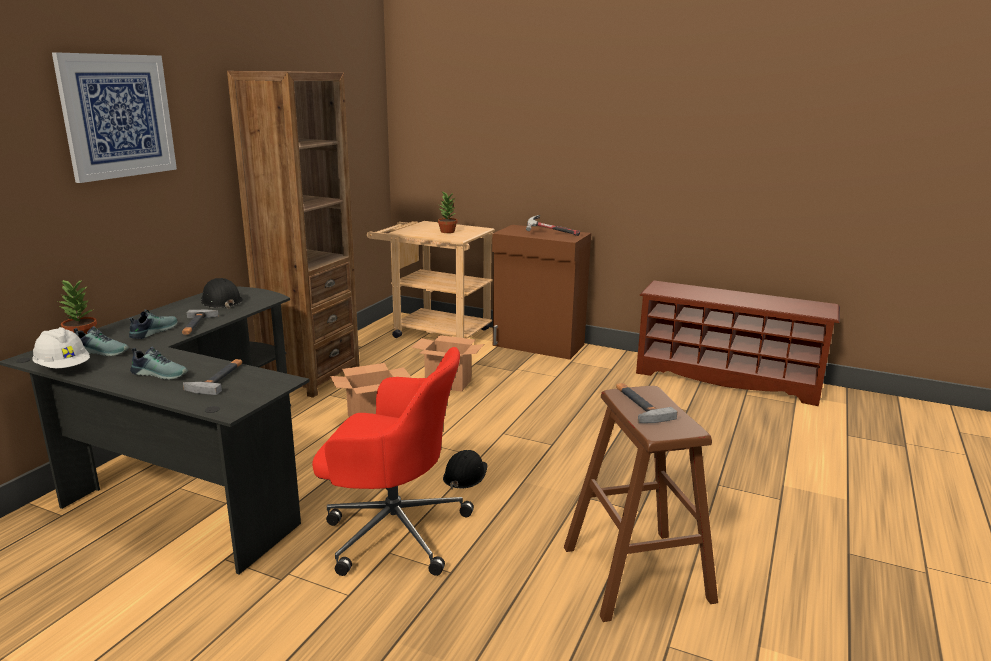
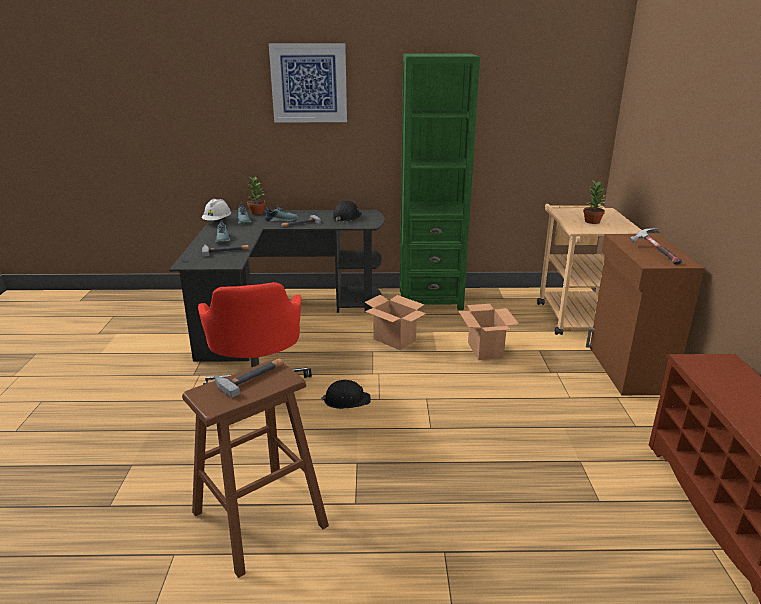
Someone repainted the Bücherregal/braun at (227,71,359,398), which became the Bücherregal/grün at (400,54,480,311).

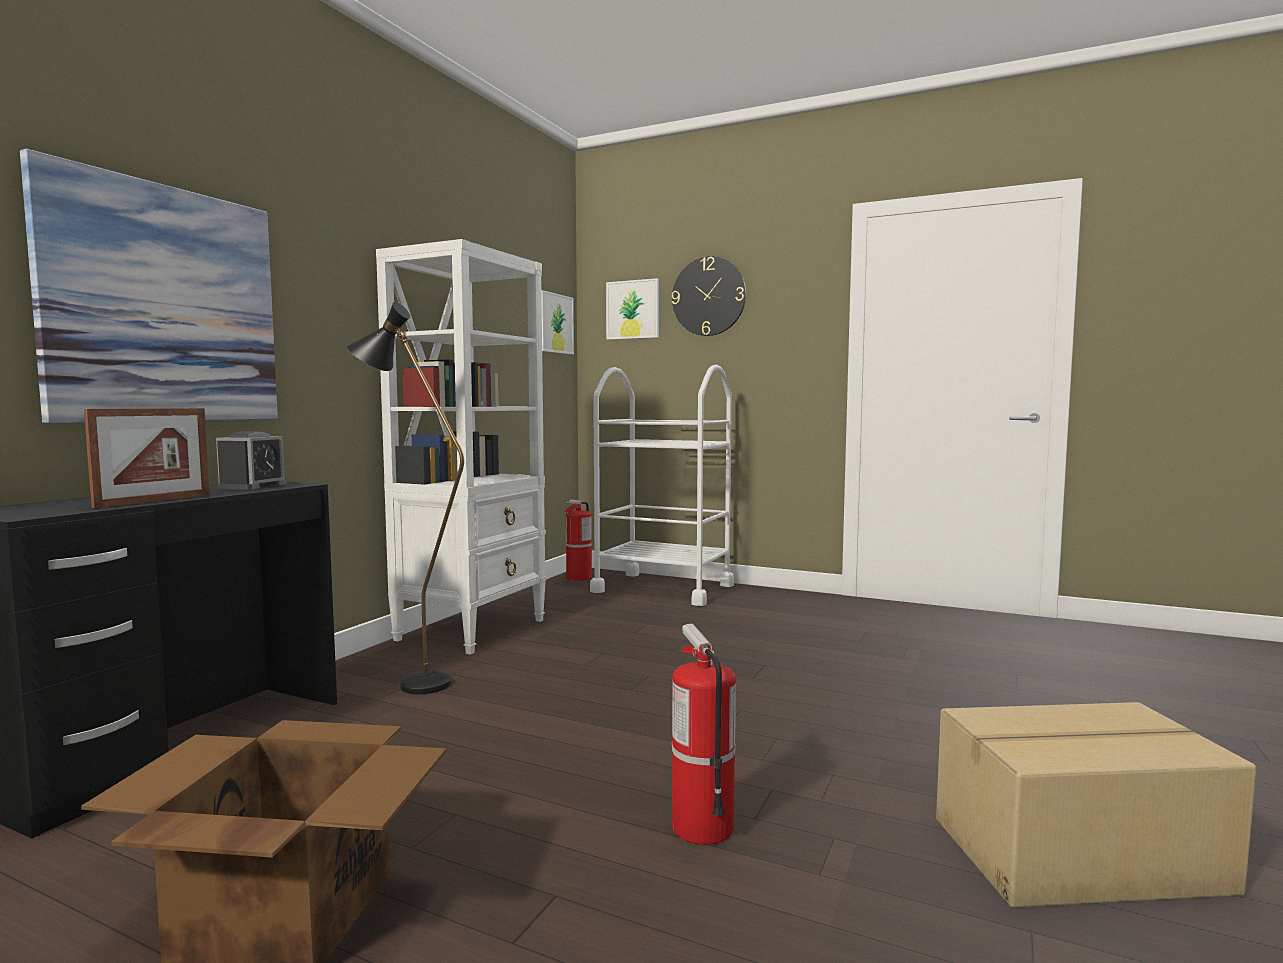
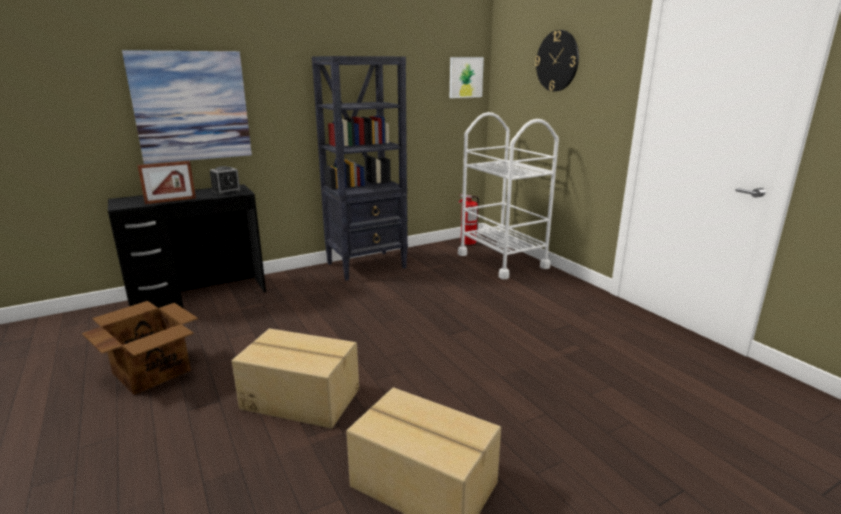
Someone took away the Stehlampe/schwarz at (347,302,464,694).
Someone repainted the Bücherregal/weiß at (376,239,546,655), which became the Bücherregal/schwarz at (312,56,408,281).
Someone took away the Bild at (606,278,659,340).
Someone swapped the Feuerlöscher at (672,624,736,845) for the Karton at (232,328,359,429).

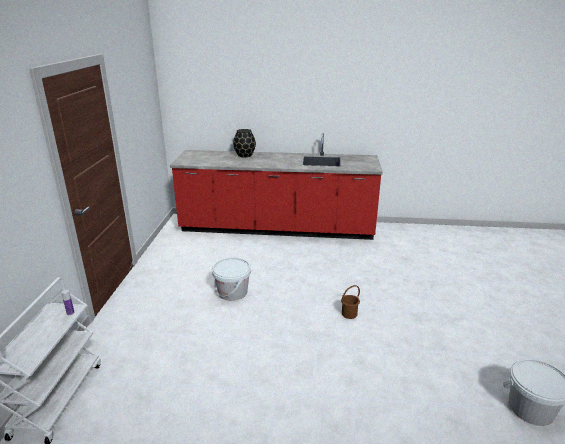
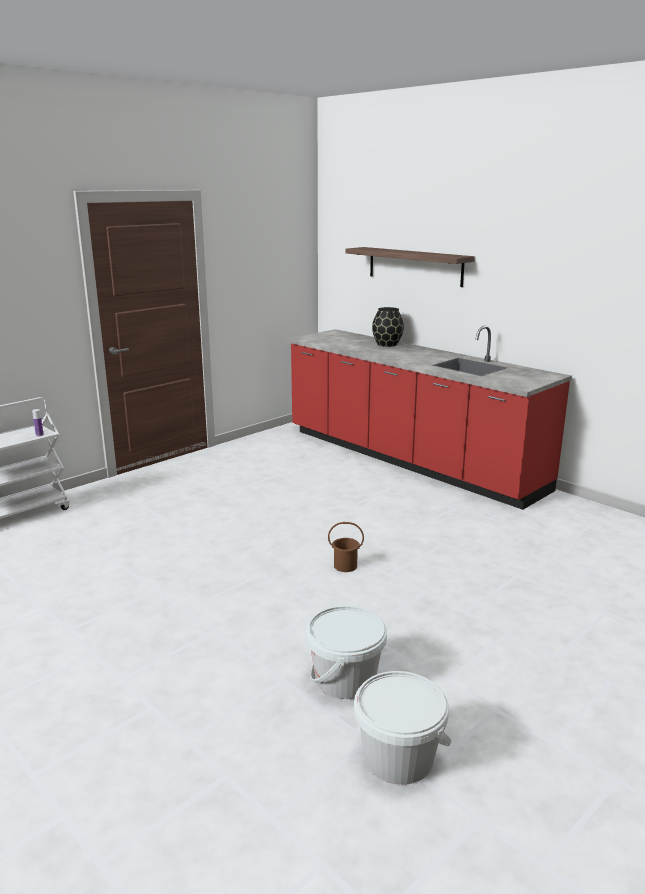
Someone carried the Eimer/weiß from (212,258,251,301) to (306,606,387,699).
Someone put up the Wandregal at (345,247,475,287).

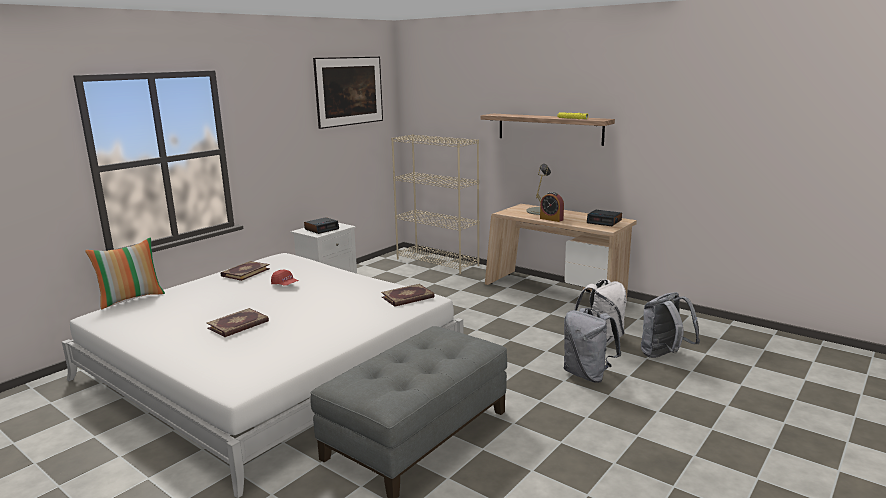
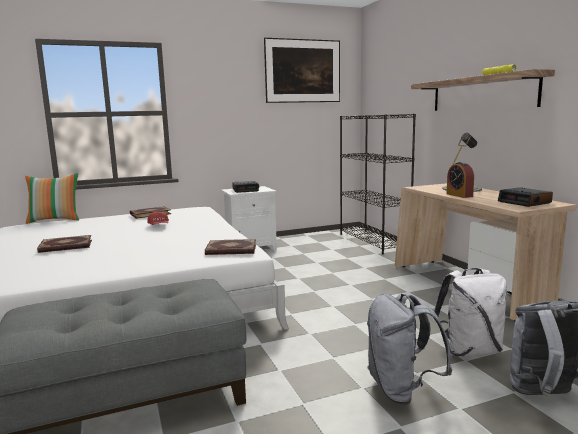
Someone repainted the Bücherregal/beige at (391,134,480,274), which became the Bücherregal/schwarz at (340,114,416,254).

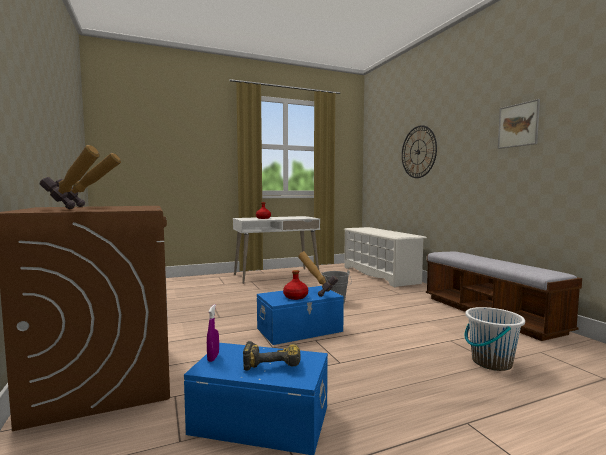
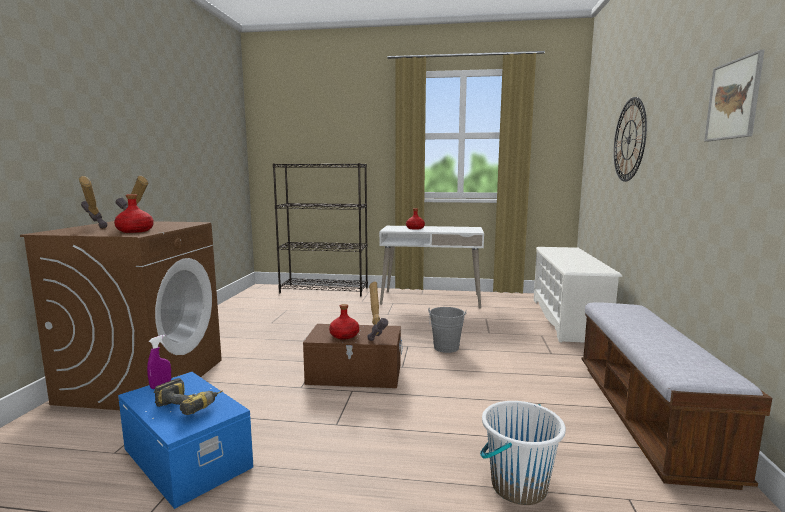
Someone repainted the Aufbewahrungsbox/blau at (257,286,344,345), which became the Aufbewahrungsbox/braun at (303,324,403,388).
Someone put down the Flasche/rot at (114,194,154,233).
Someone put down the Bücherregal/schwarz at (273,163,368,296).

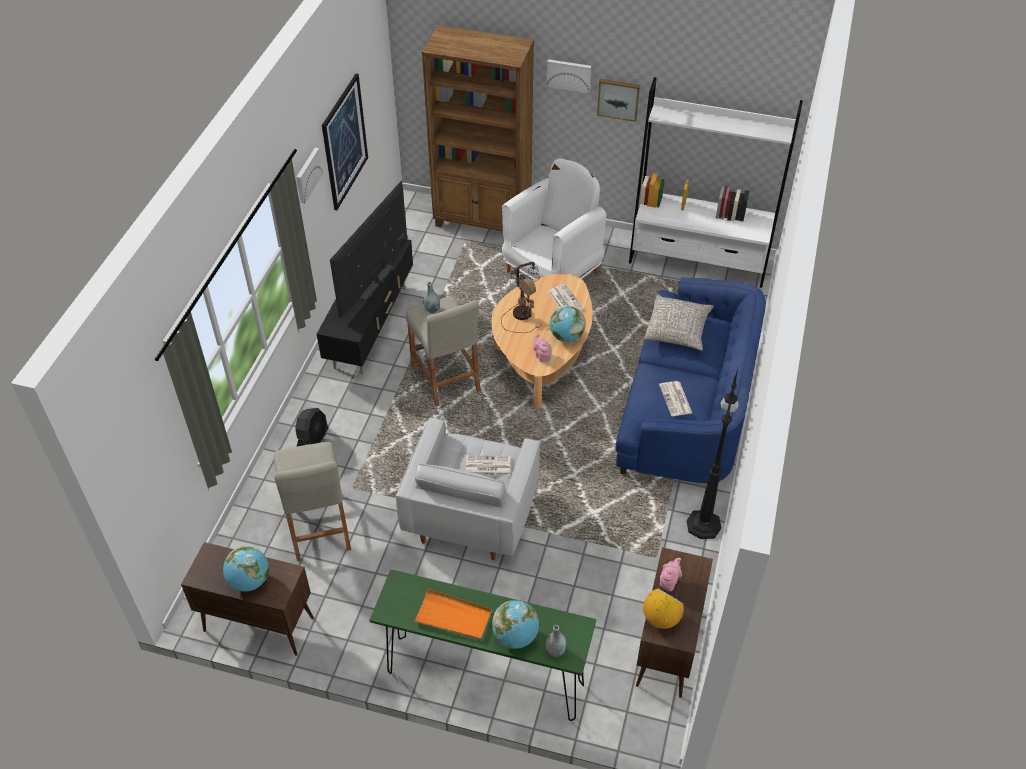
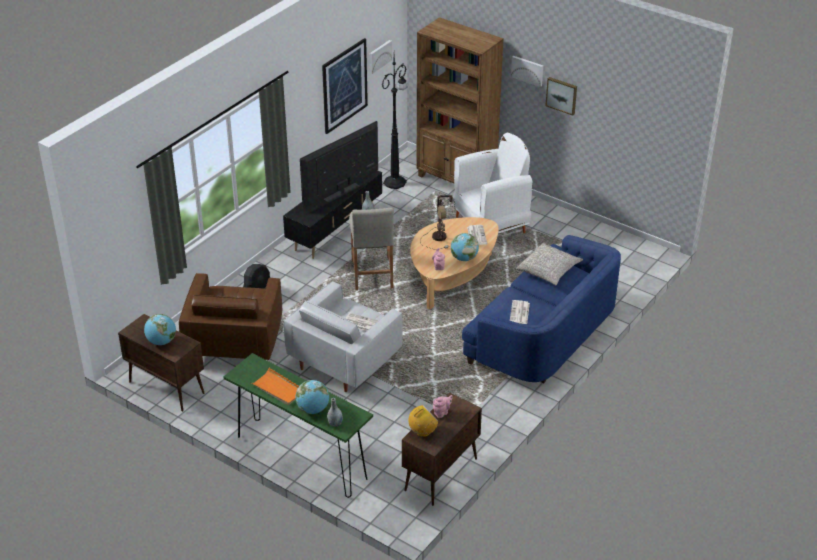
Someone swapped the Hocker/beige at (274,442,351,561) for the Sessel/braun at (179,273,282,360).
Someone carried the Bild from (296,148,323,204) to (370,40,392,74).
Someone took away the Bücherregal/weiß at (629,77,803,288).
Someone carried the Stehlampe/schwarz from (687,369,739,539) to (382,56,408,189).

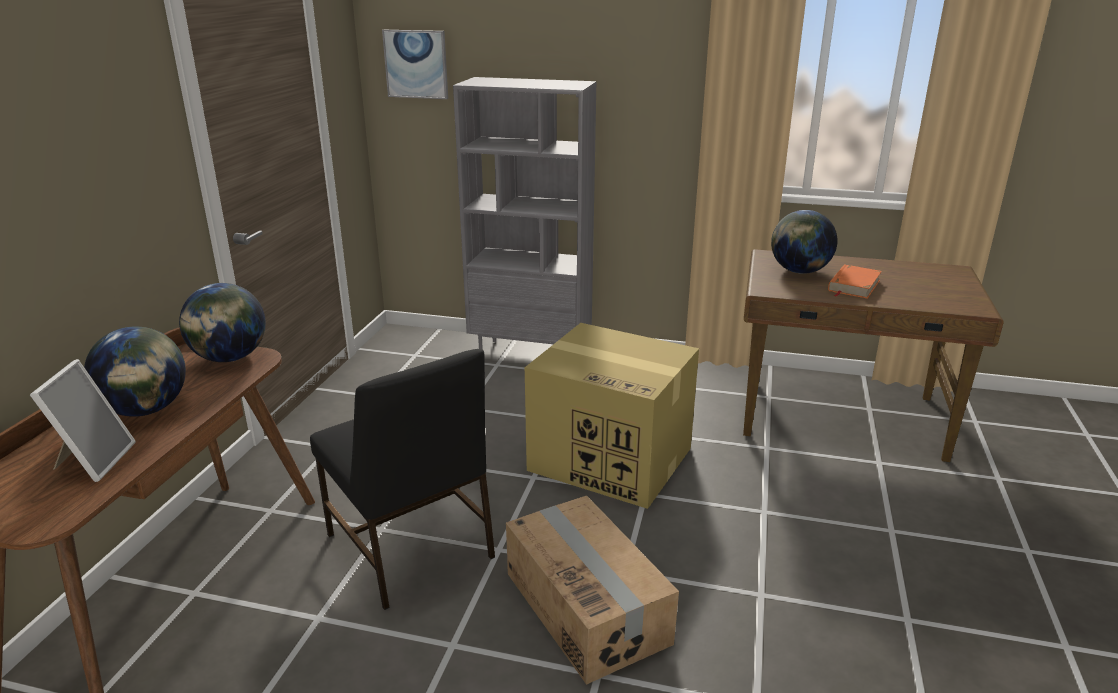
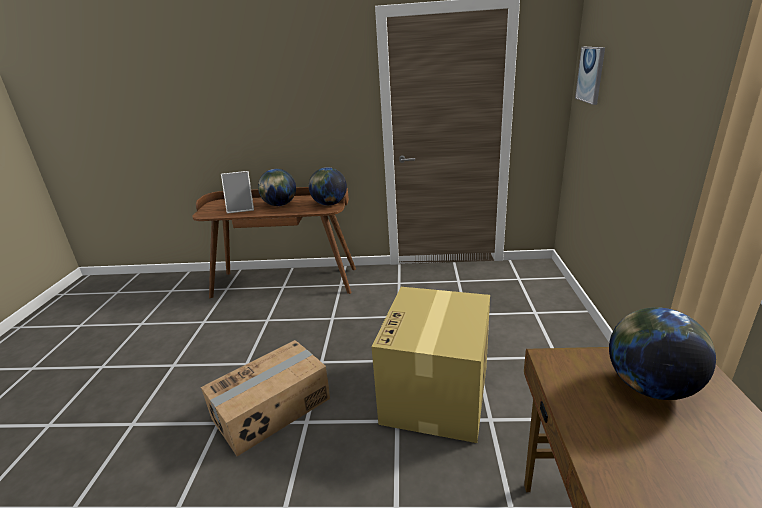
Someone took away the Stuhl/schwarz at (310,349,495,610).
Someone took away the Bücherregal/grau at (453,77,596,350).
Someone took away the Buch/orange at (828,264,882,299).

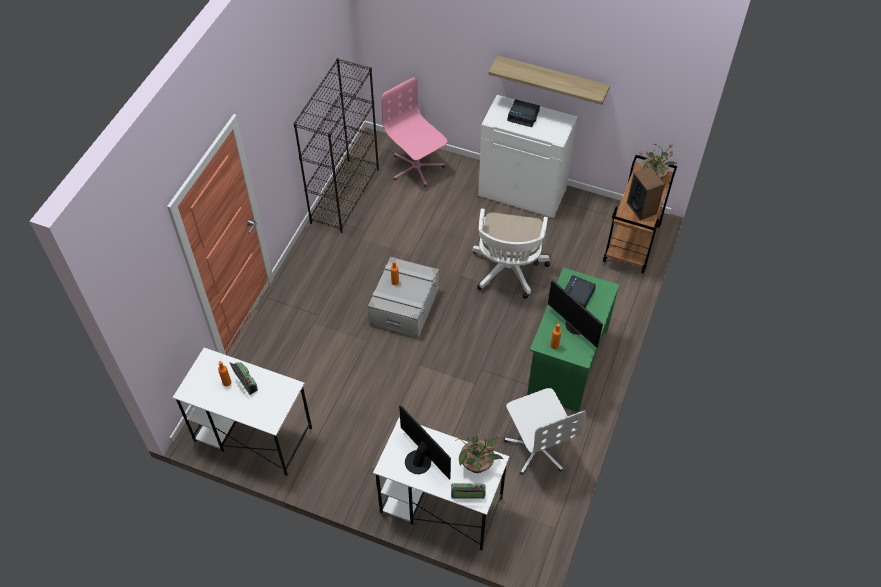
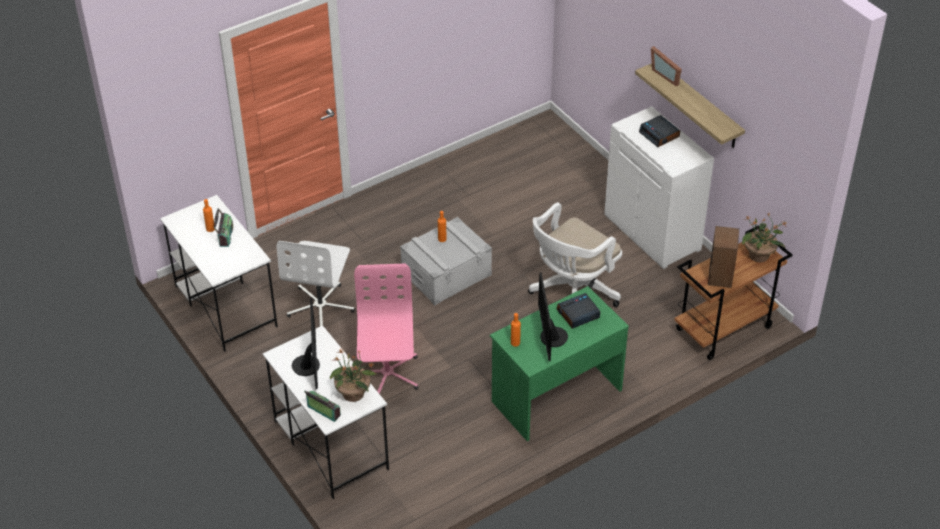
Someone took away the Bücherregal/schwarz at (293,58,379,233).
Someone carried the Bürostuhl/rosa from (382,77,448,187) to (354,264,418,394).
Someone carried the Bürostuhl/weiß from (504,388,586,474) to (277,241,355,326).
Someone put down the Bilderrahmen at (651,46,682,86).

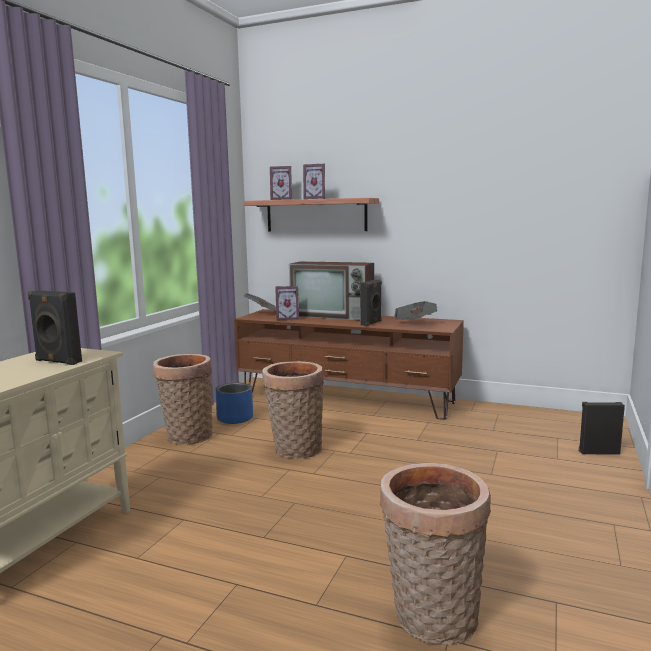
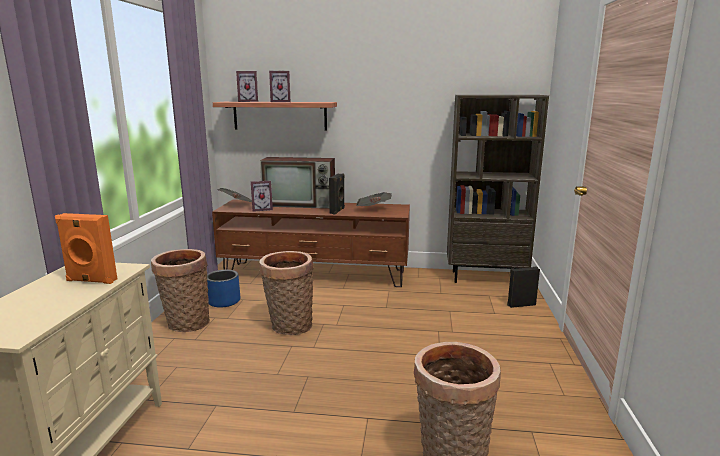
Someone repainted the Lautsprecher/schwarz at (28,290,82,365), which became the Lautsprecher/orange at (55,213,117,284).
Someone put down the Bücherregal/braun at (447,95,549,283).

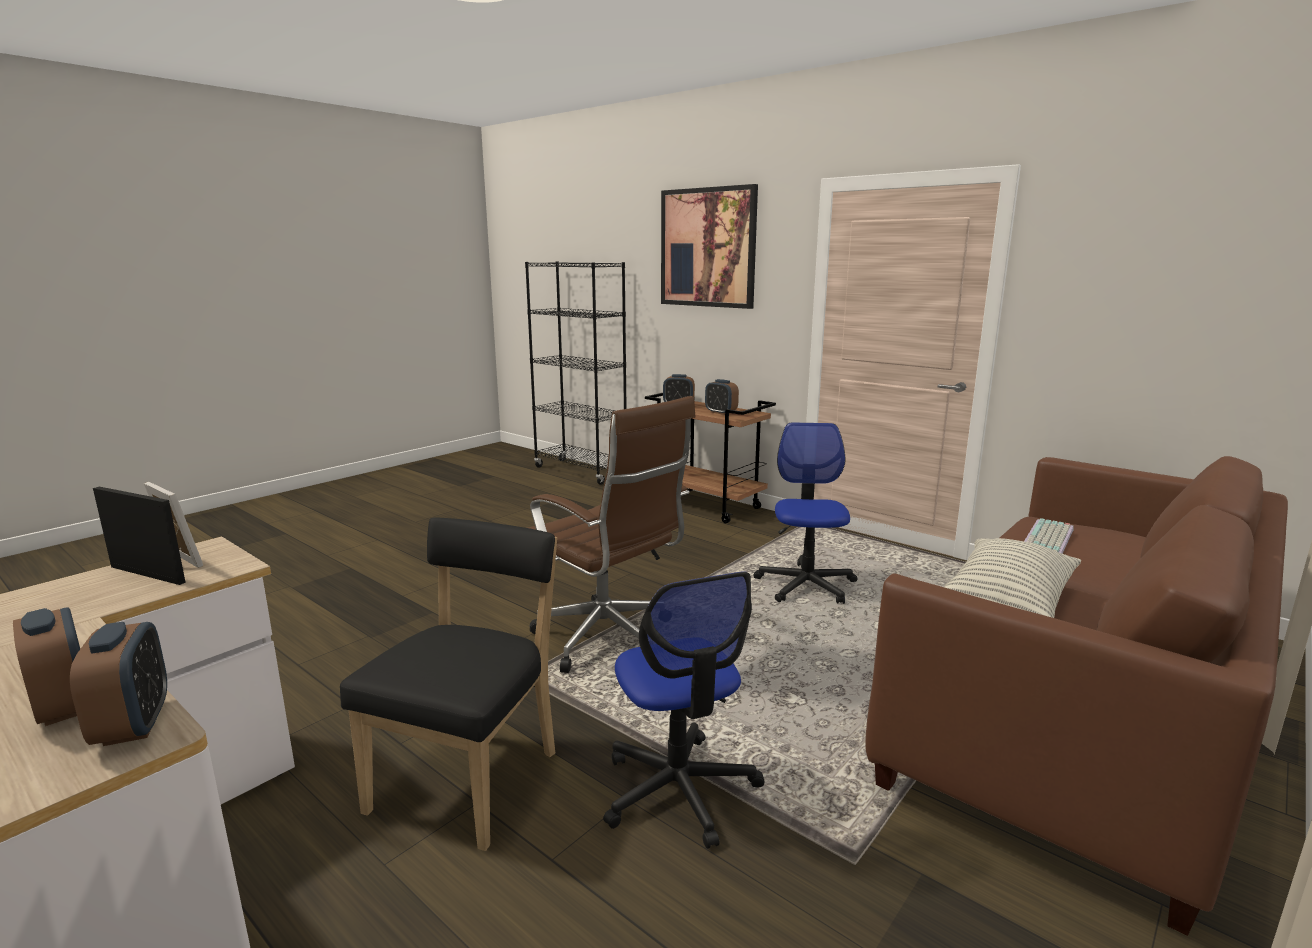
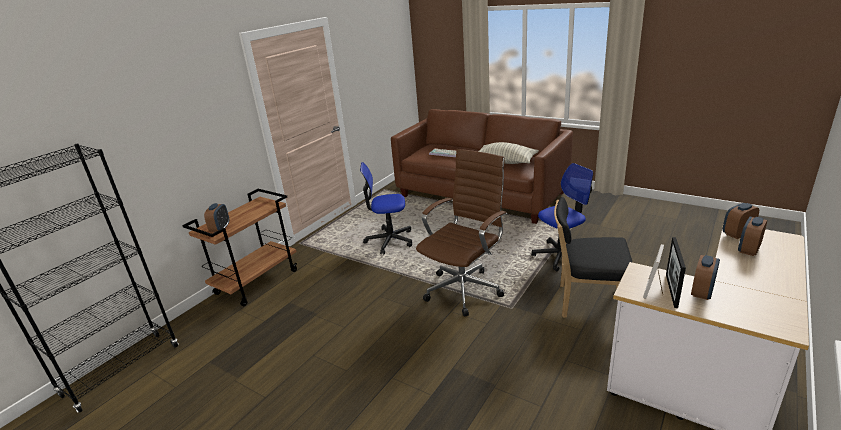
Someone took away the Bild at (661,184,758,309).
Someone carried the Wecker from (705,379,739,415) to (691,255,720,300).

